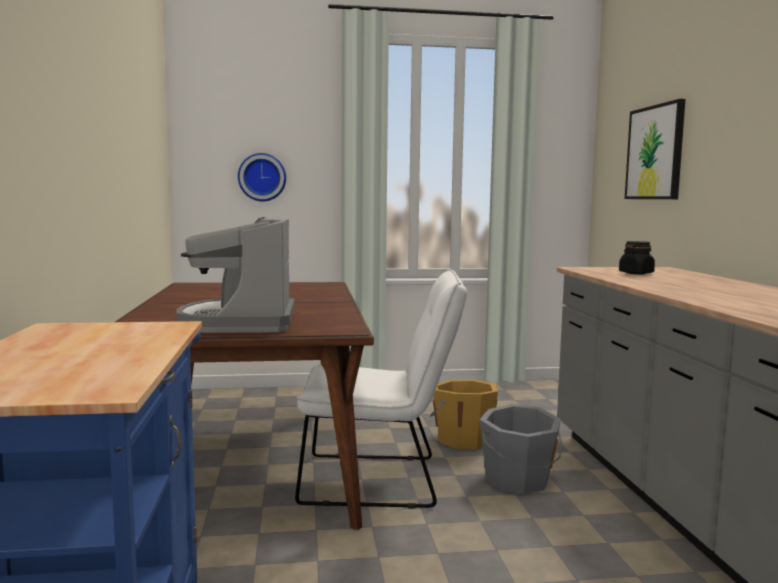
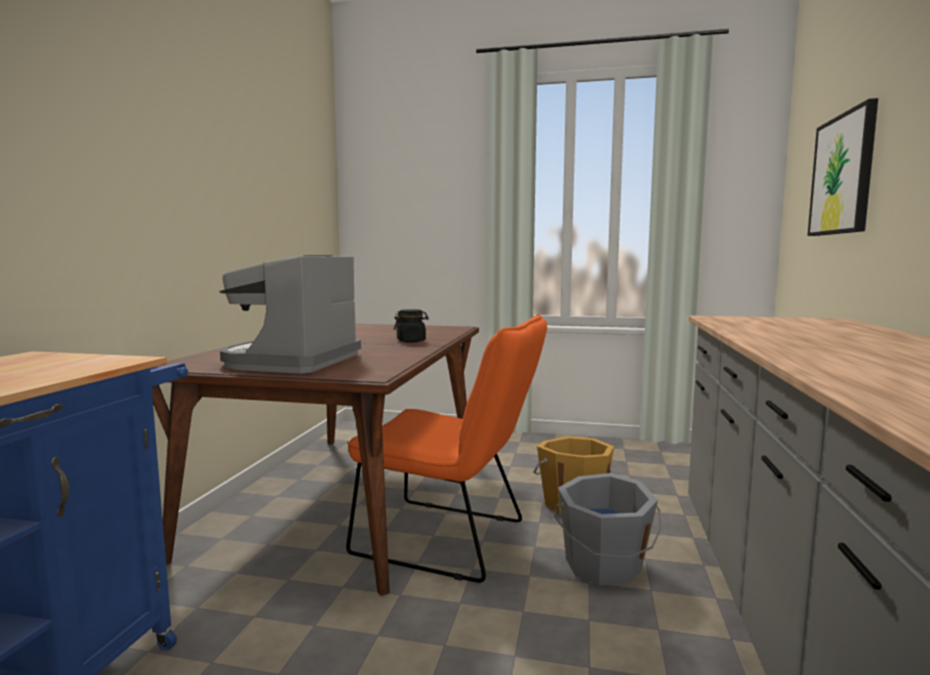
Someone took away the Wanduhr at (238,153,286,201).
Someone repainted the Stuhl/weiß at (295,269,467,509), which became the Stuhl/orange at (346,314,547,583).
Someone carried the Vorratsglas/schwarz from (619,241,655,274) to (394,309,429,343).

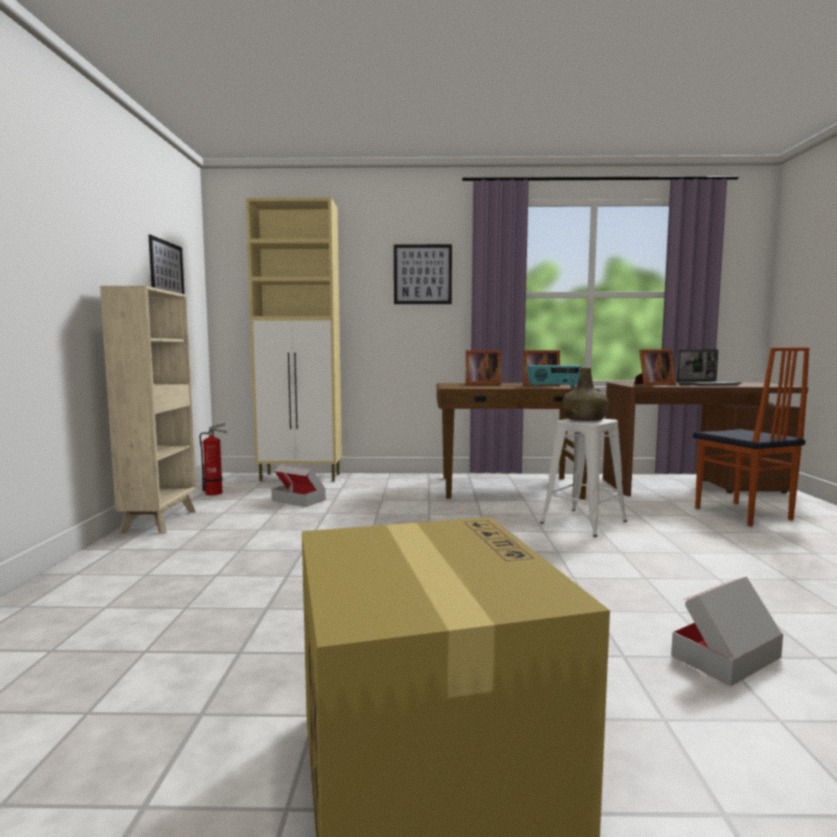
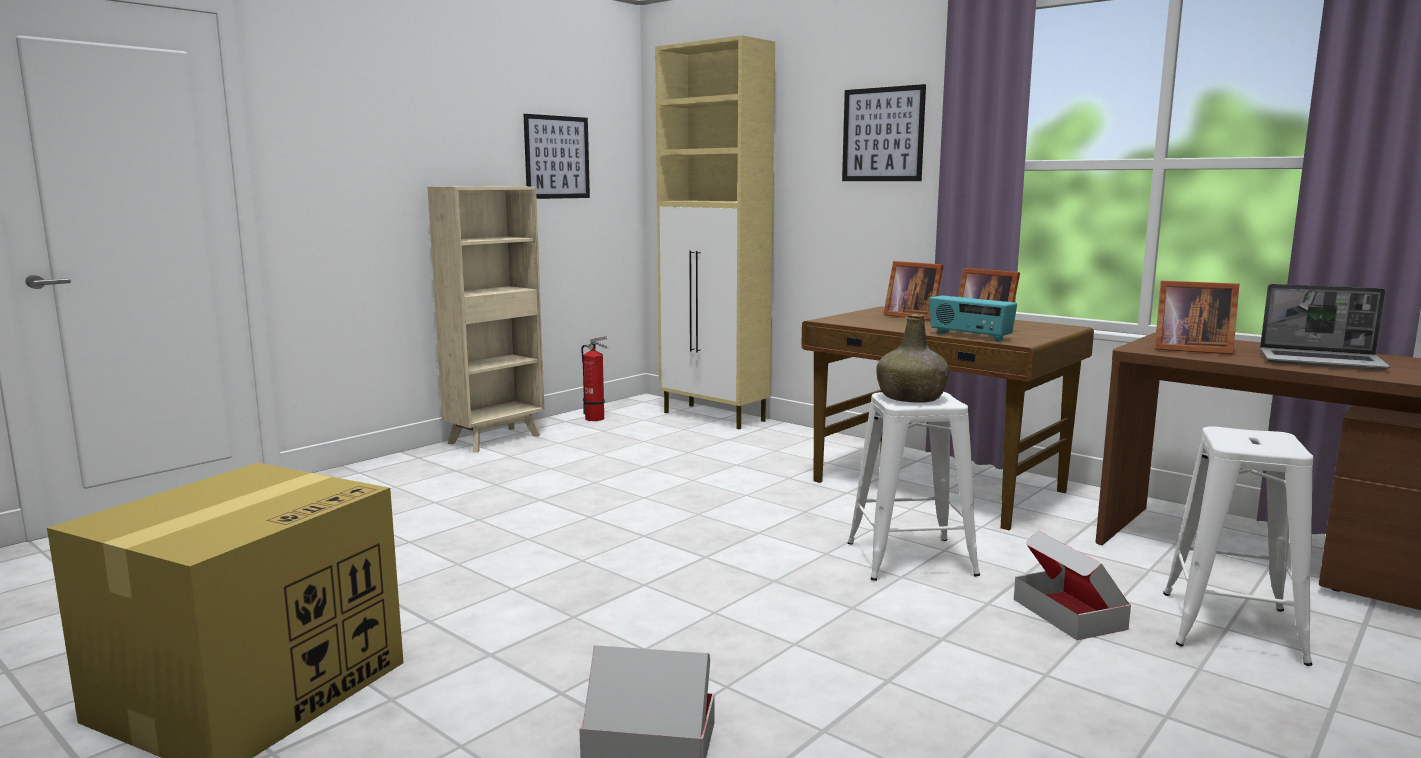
Someone carried the Karton from (271,465,326,507) to (1014,531,1131,640).
Someone swapped the Stuhl at (693,347,809,526) for the Hocker/weiß at (1163,426,1314,666).

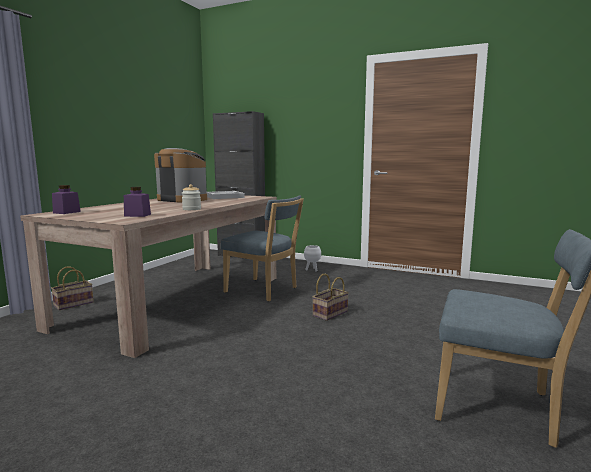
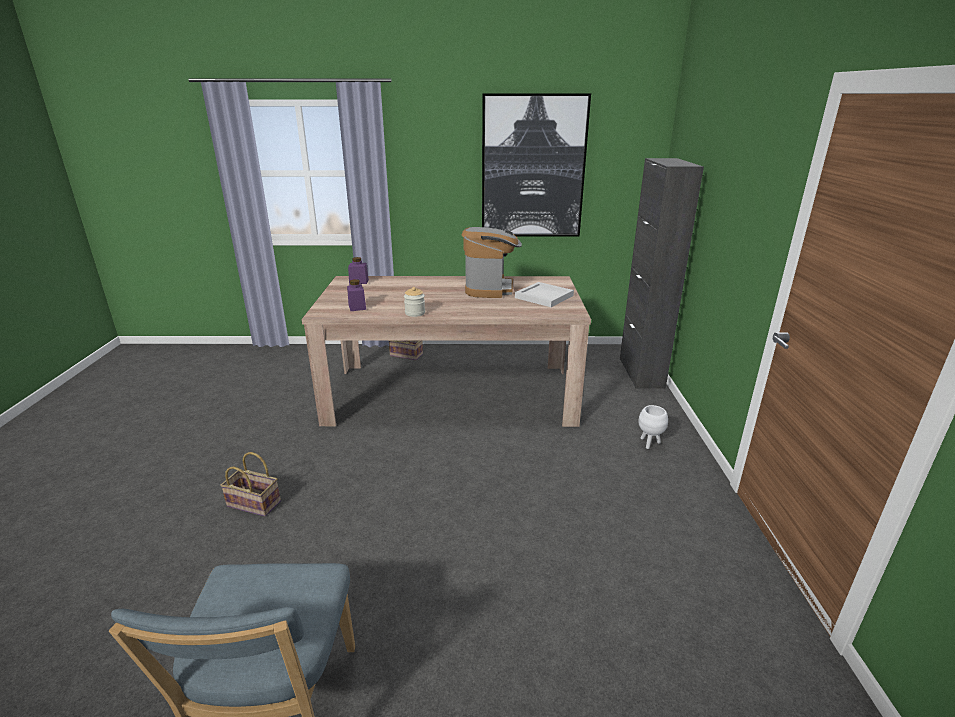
Someone took away the Stuhl/blau at (221,195,304,302).
Someone carried the Korb from (312,273,349,321) to (220,452,281,517).
Someone put up the Bild at (482,93,591,237).

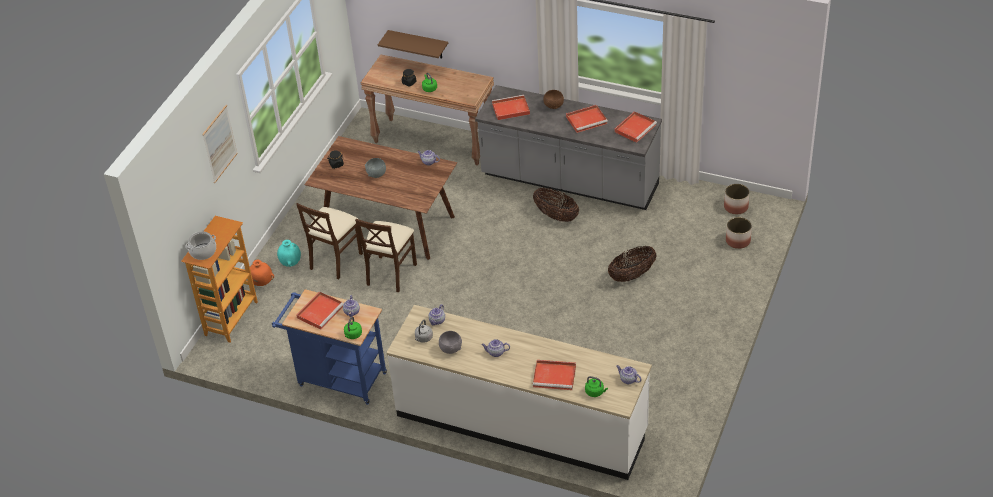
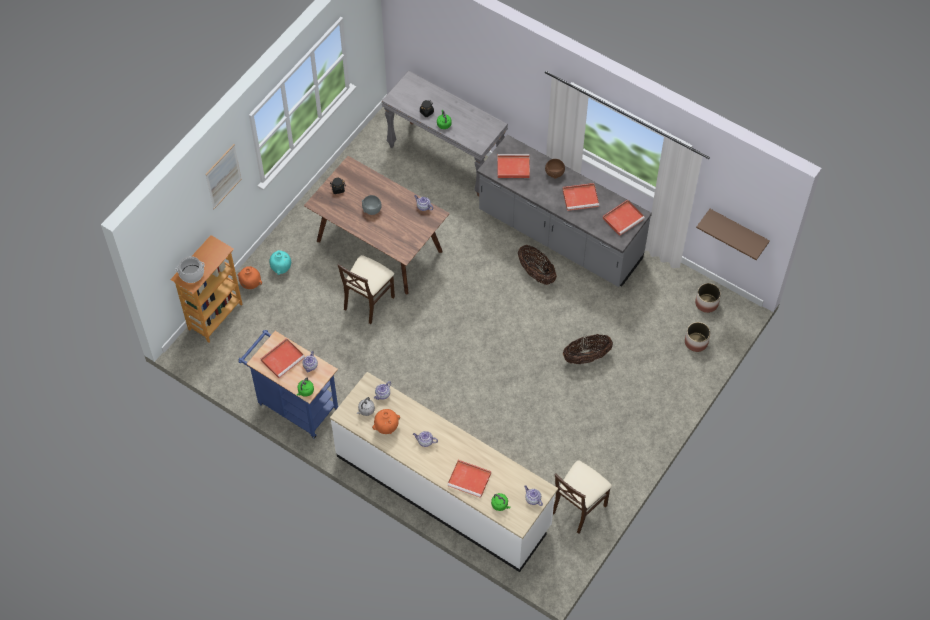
Someone carried the Stuhl/beige from (296,203,363,279) to (553,460,612,534).
Someone repainted the Konsolentisch/braun at (361,55,494,166), which became the Konsolentisch/grau at (382,70,508,197).
Someone carried the Wandregal/braun from (378,30,448,58) to (696,209,770,260).
Someone swapped the Schüssel/grau at (439,331,462,354) for the Vase/orange at (372,409,400,434).

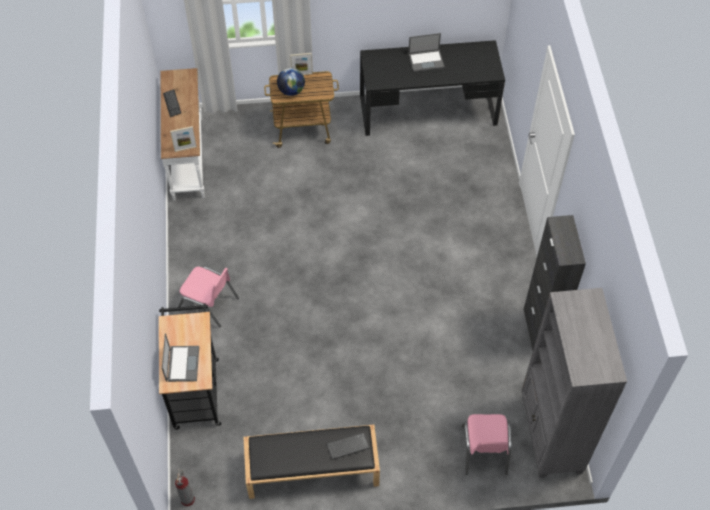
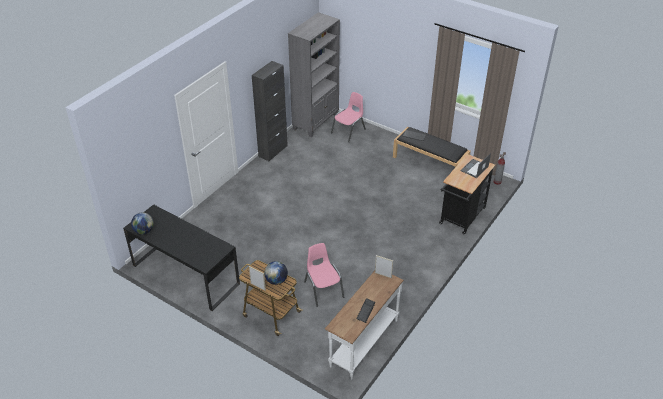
Someone carried the Stuhl/rosa from (178,266,239,327) to (304,243,344,307).
Someone took away the Laptop at (408,33,445,72).
Someone put down the Globus at (131,212,154,234).

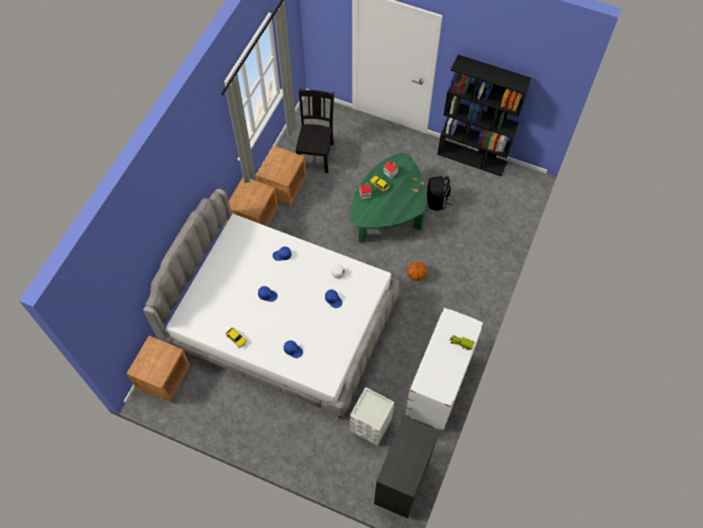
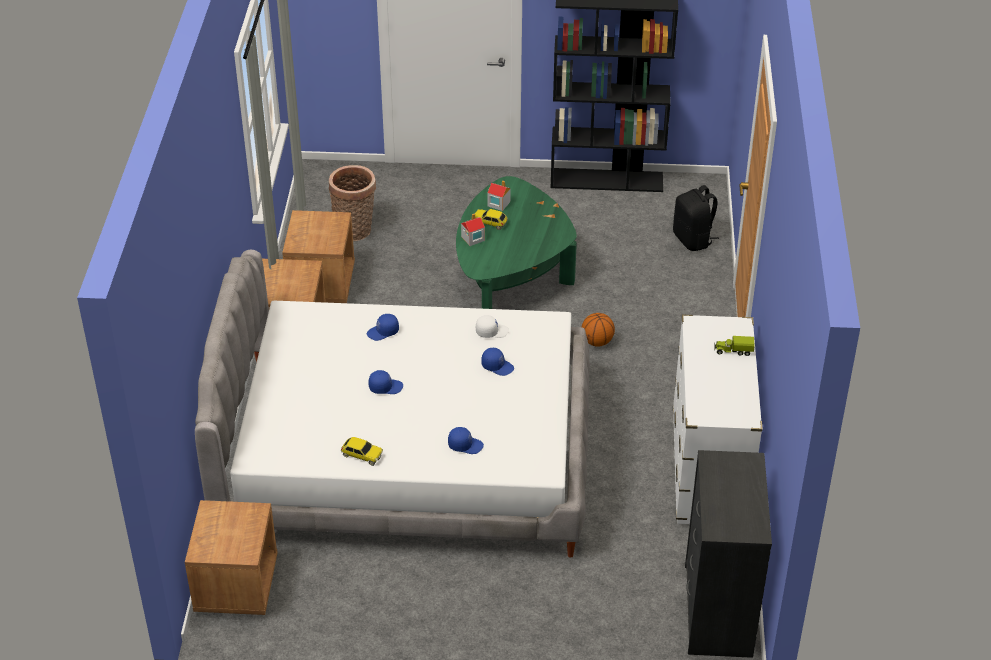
Someone swapped the Stuhl/schwarz at (296,88,334,173) for the Korb at (329,165,376,241).
Someone took away the Aufbewahrungsbox/grau at (350,387,395,446).
Someone carried the Rucksack/schwarz from (427,176,452,211) to (673,185,719,251).

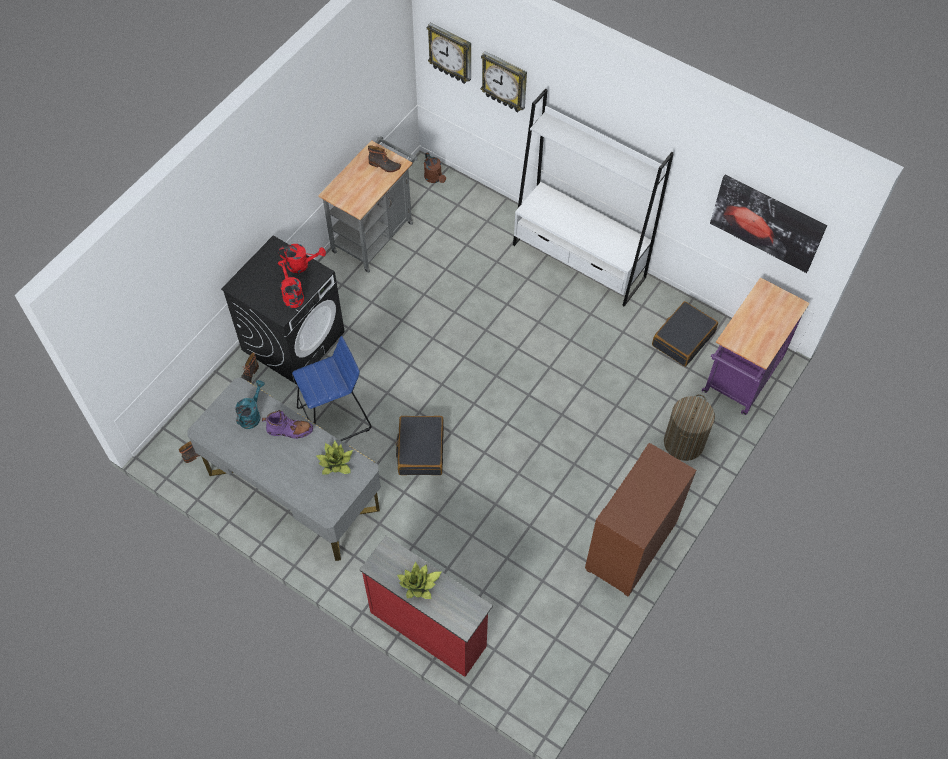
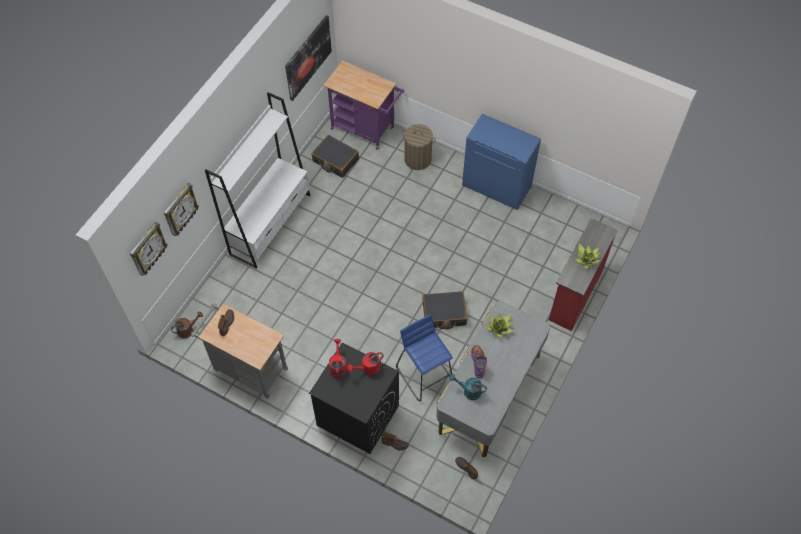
Someone repainted the Schrank/braun at (585,443,696,597), which became the Schrank/blau at (462,114,541,210).

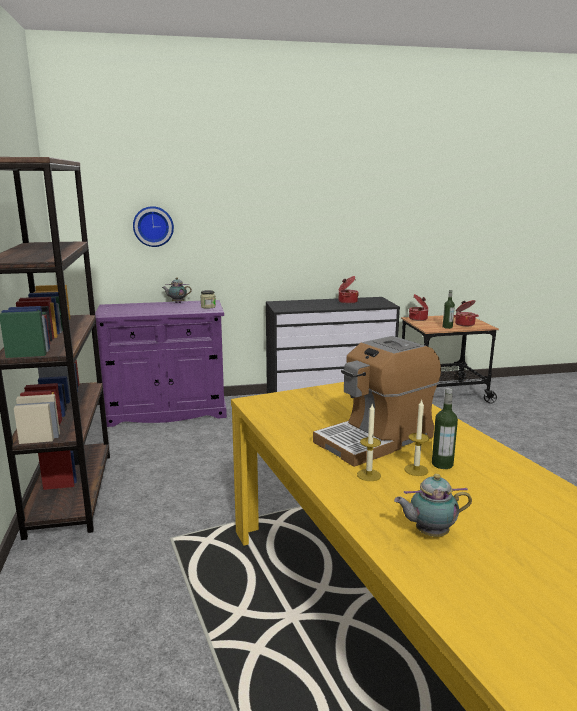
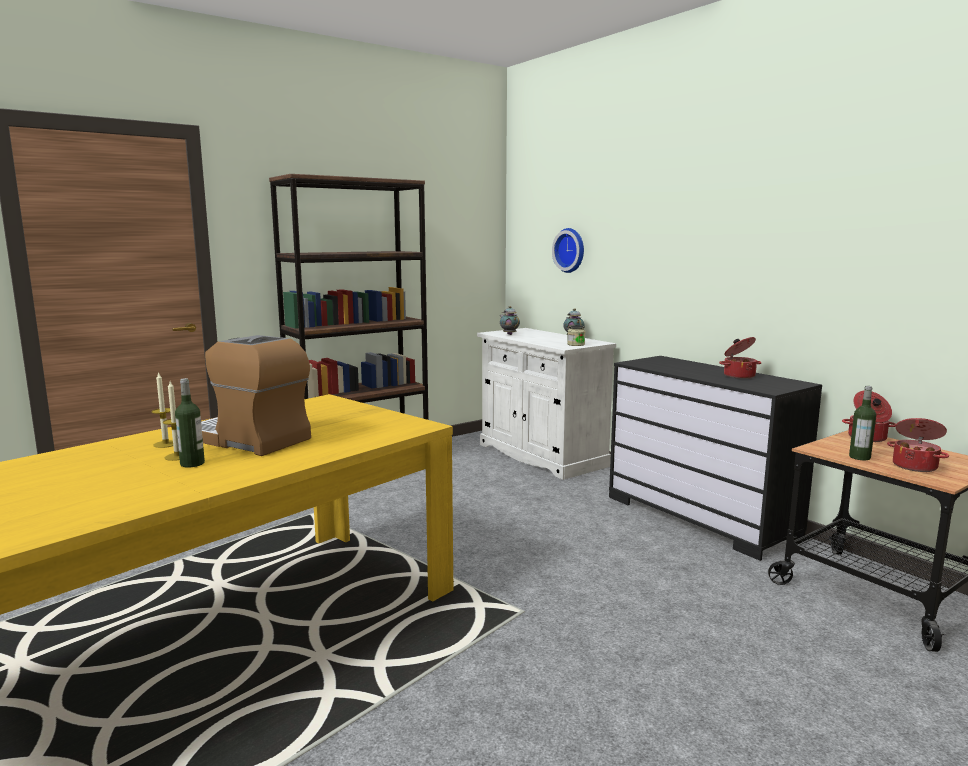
Someone repainted the Schrank/lila at (95,300,227,427), which became the Schrank/weiß at (477,328,616,480).
Someone carried the Teekanne from (394,474,472,537) to (500,306,520,335).

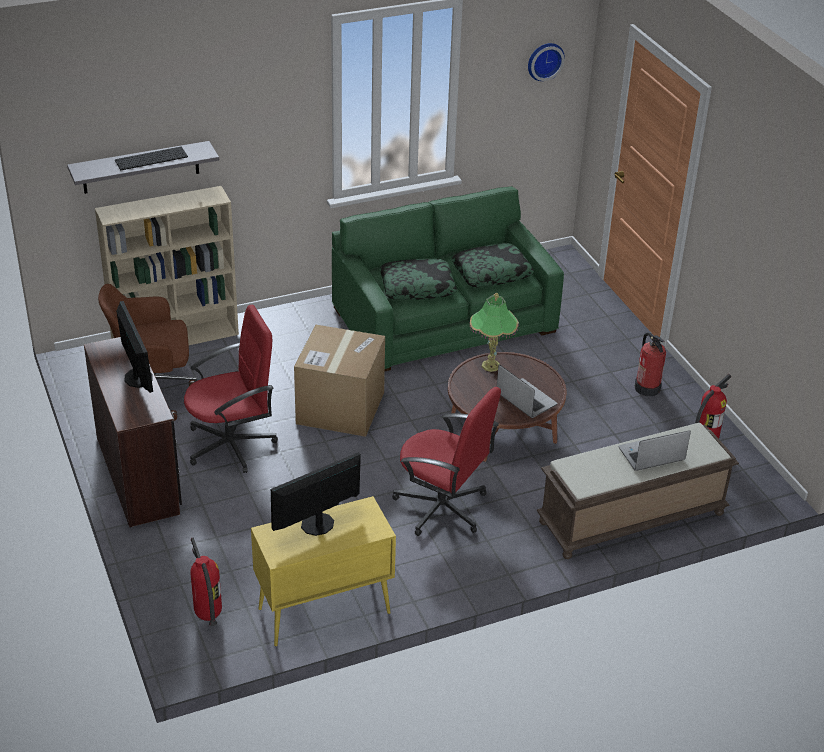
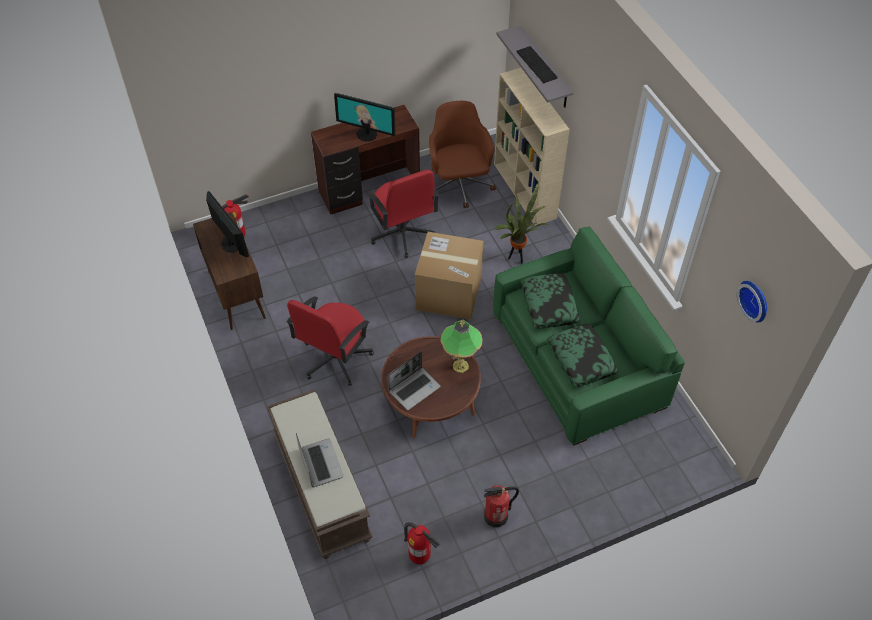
Someone rotated the Monitor at (116,301,153,393) by 45 degrees clockwise.
Someone repainted the Schrank/gelb at (251,496,396,646), which became the Schrank/braun at (193,212,266,330).
Someone put down the Topfpflanze at (493,182,549,263).

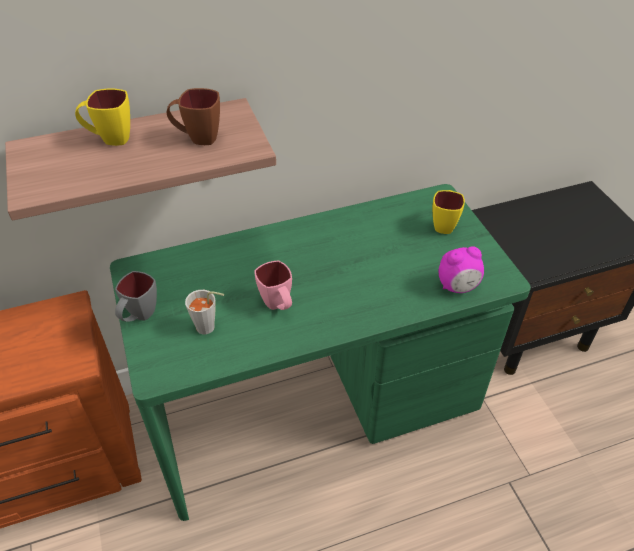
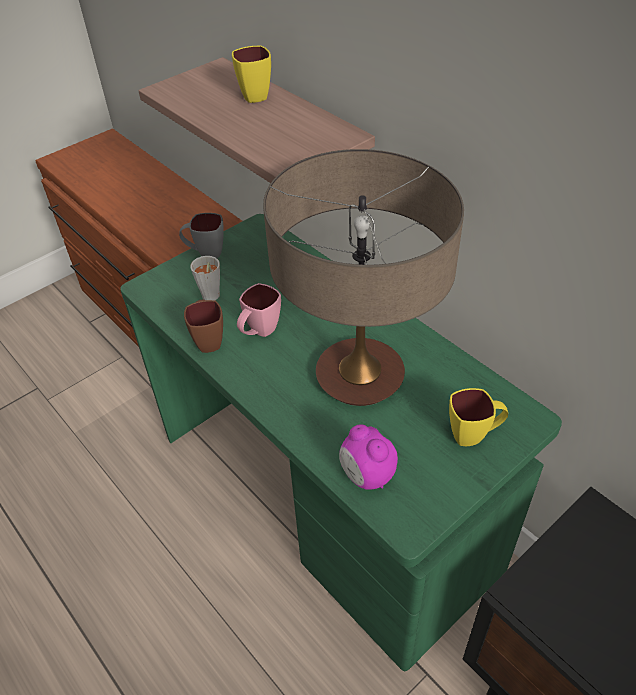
Someone carried the Henkelbecher/braun from (167,88,220,145) to (184,300,223,353).
Someone put down the Tischlampe at (263,149,464,406).

